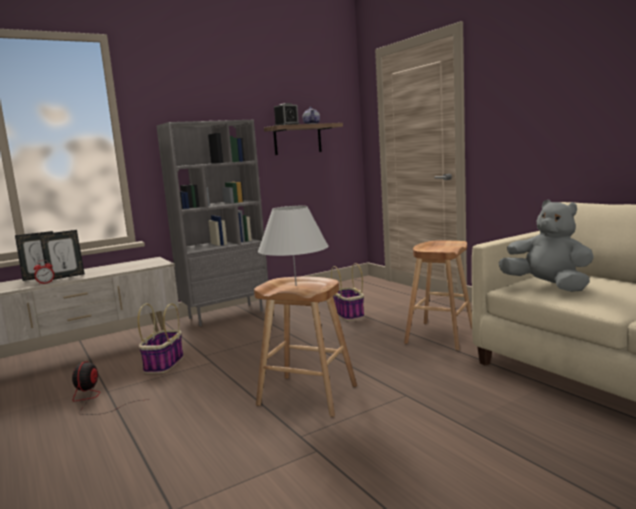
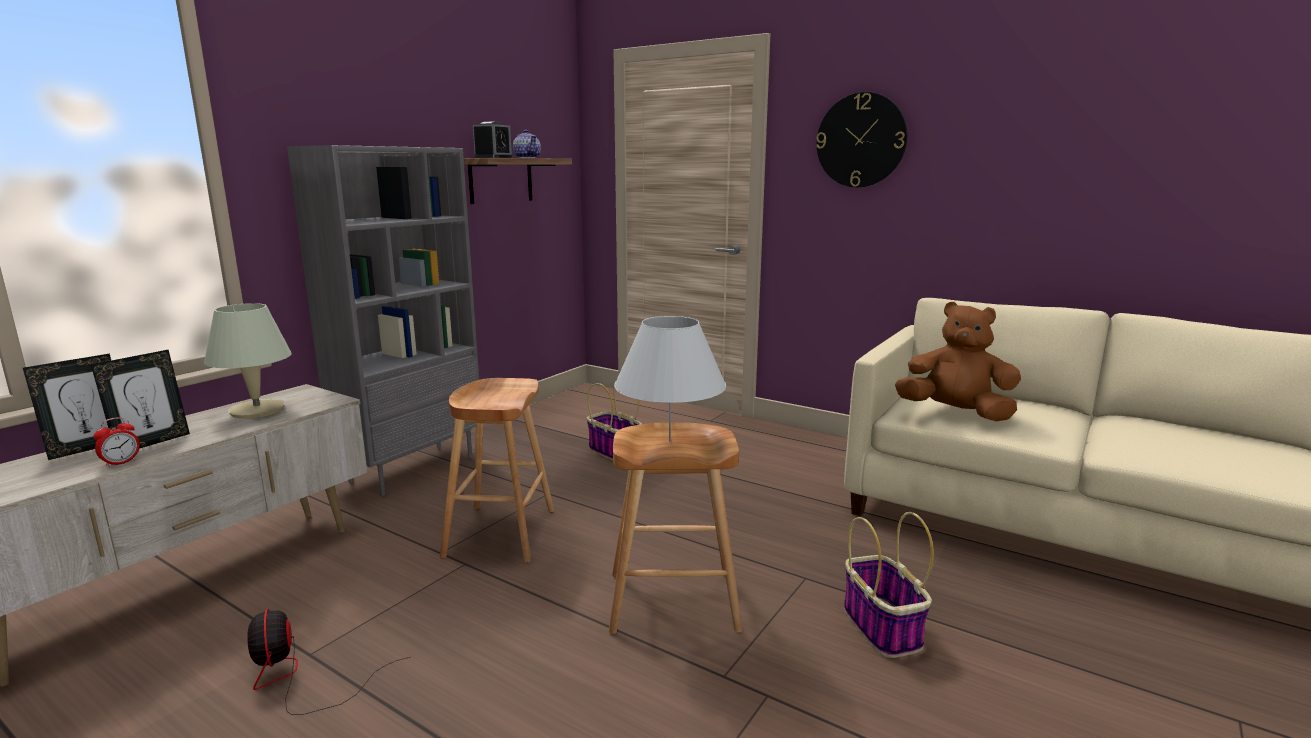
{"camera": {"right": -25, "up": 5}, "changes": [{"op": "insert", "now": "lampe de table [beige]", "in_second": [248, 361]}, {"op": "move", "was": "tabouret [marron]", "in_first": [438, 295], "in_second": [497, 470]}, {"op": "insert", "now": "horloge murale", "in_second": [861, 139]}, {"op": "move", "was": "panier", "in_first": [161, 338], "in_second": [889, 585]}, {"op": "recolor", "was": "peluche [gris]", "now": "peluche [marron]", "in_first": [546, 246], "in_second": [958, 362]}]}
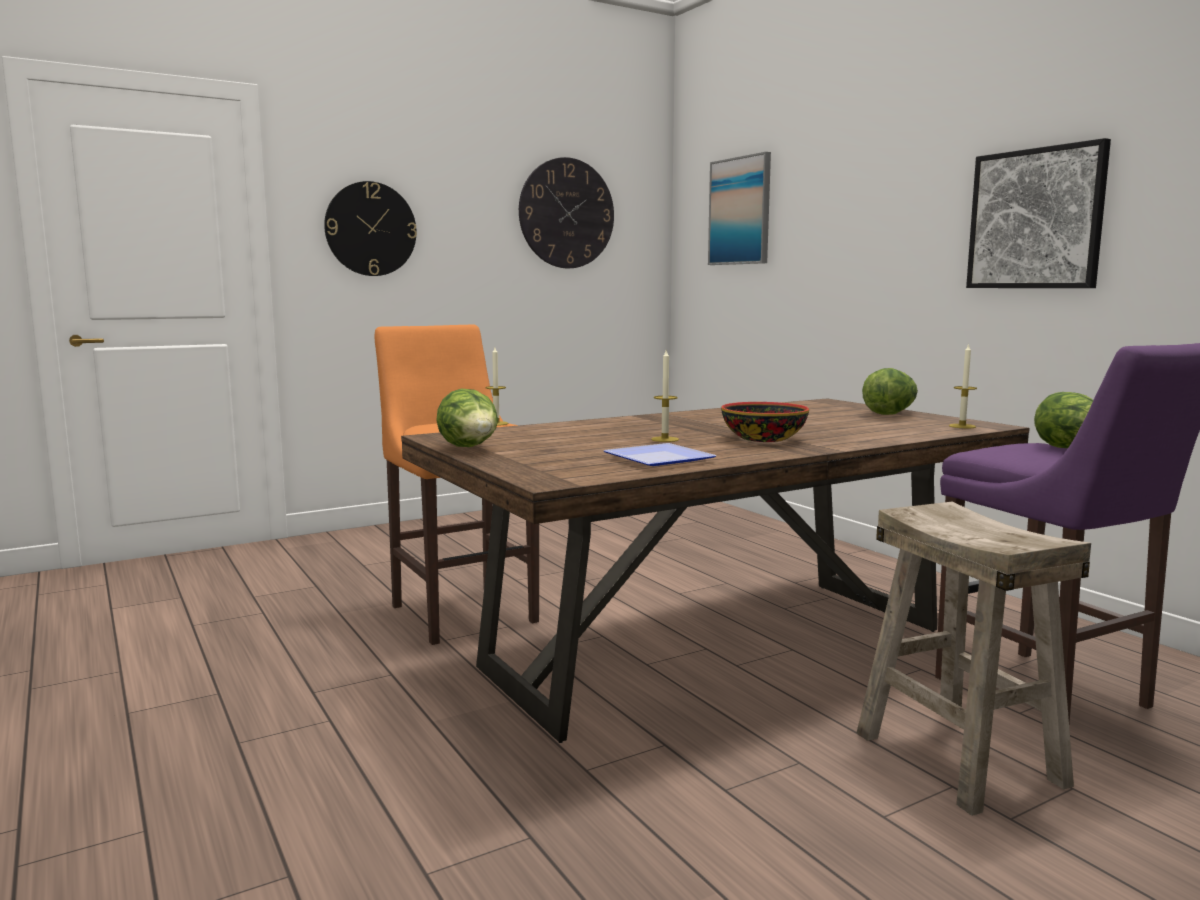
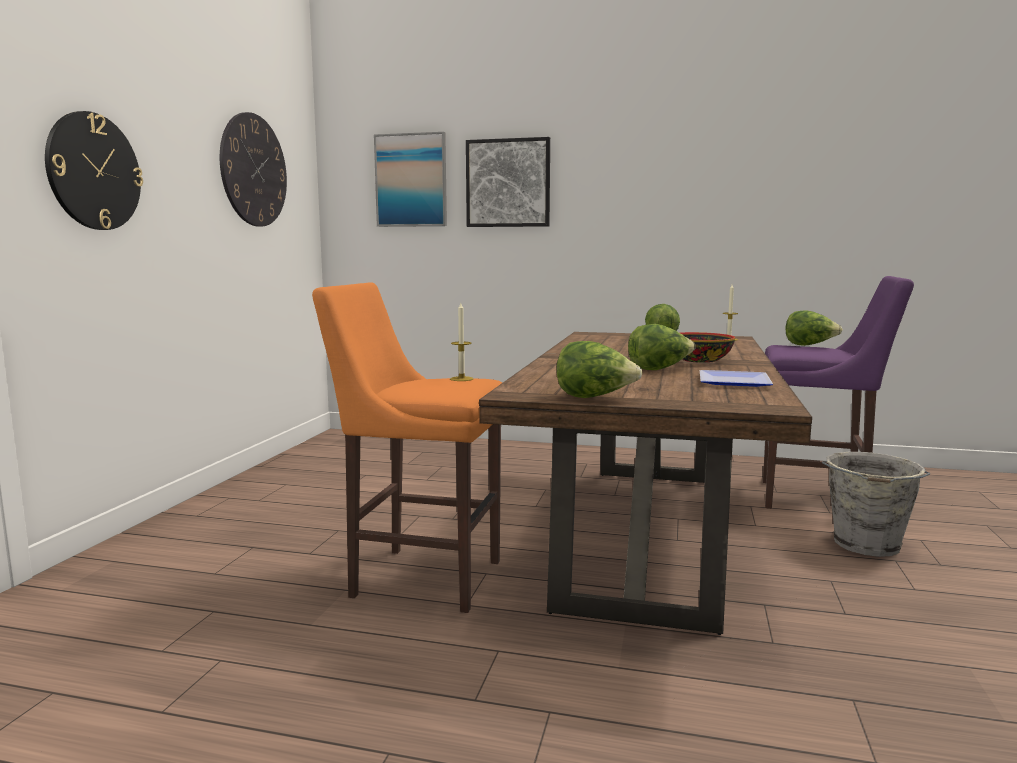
{"camera": {"right": -45, "up": 0}, "changes": [{"op": "move", "was": "tableau", "in_first": [1038, 213], "in_second": [508, 182]}, {"op": "replace", "was": "bougie", "now": "laitue", "in_first": [665, 396], "in_second": [662, 347]}, {"op": "replace", "was": "tabouret [beige]", "now": "seau [gris]", "in_first": [974, 658], "in_second": [876, 504]}]}
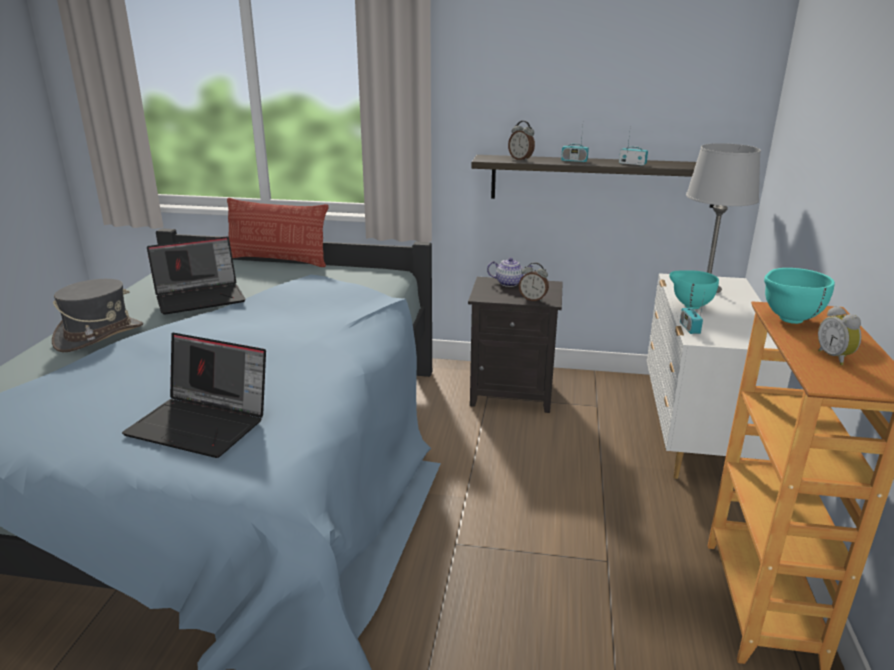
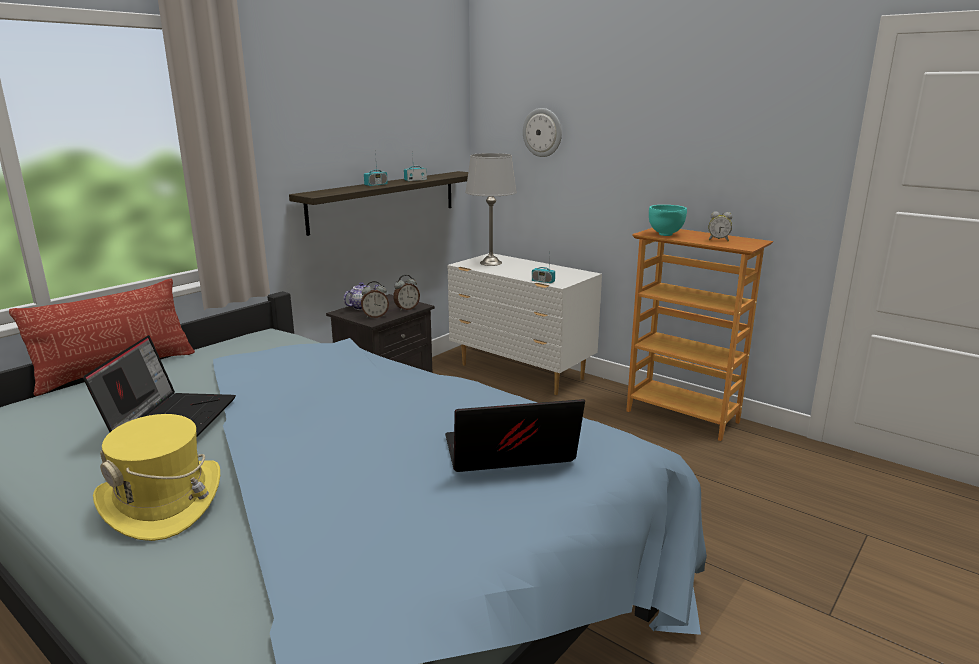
{"camera": {"right": -60, "up": -5}, "changes": [{"op": "recolor", "was": "chapeau [gris]", "now": "chapeau [jaune]", "in_first": [97, 315], "in_second": [156, 477]}, {"op": "move", "was": "réveil", "in_first": [521, 141], "in_second": [375, 299]}, {"op": "rotate", "was": "ordinateur portable", "in_first": [194, 395], "in_second": [515, 435], "clockwise": -150}, {"op": "insert", "now": "horloge murale", "in_second": [542, 132]}, {"op": "delete", "was": "bol [turquoise]", "in_first": [694, 289]}]}
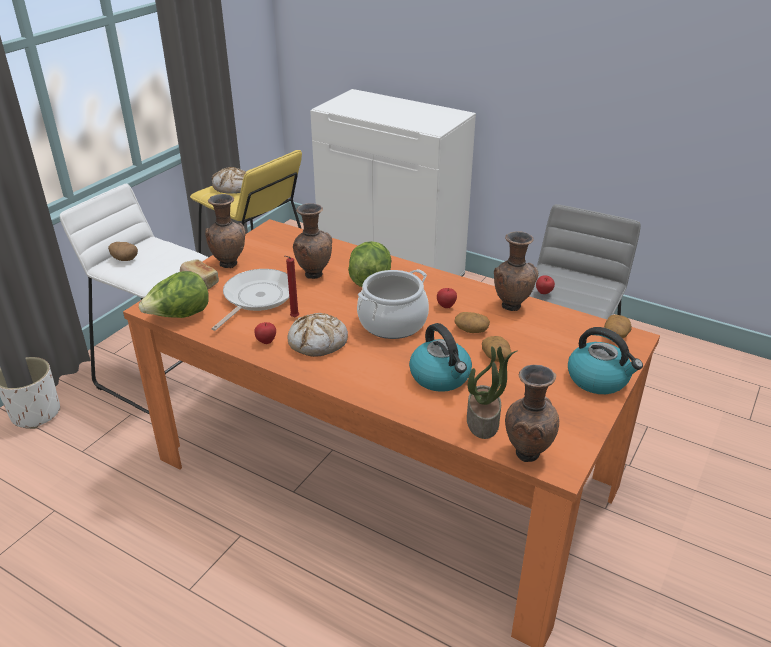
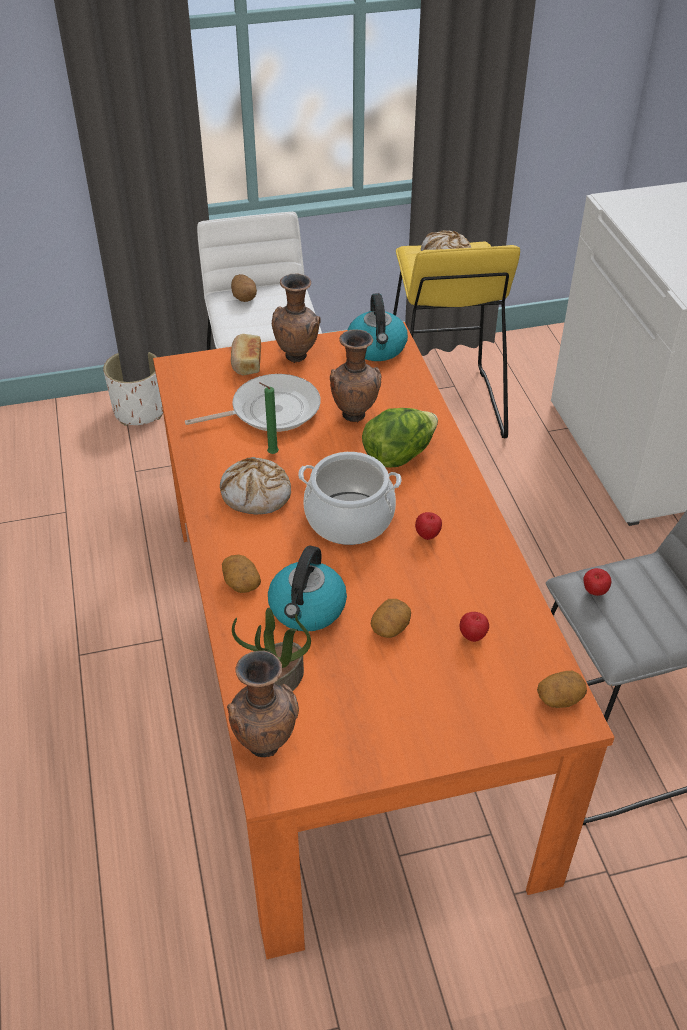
{"camera": {"right": 45, "up": 10}, "changes": [{"op": "move", "was": "pomme de terre", "in_first": [472, 322], "in_second": [241, 574]}, {"op": "recolor", "was": "bougie [rouge]", "now": "bougie [vert]", "in_first": [292, 286], "in_second": [269, 418]}, {"op": "move", "was": "bouilloire", "in_first": [605, 360], "in_second": [377, 327]}, {"op": "move", "was": "pomme", "in_first": [265, 333], "in_second": [474, 627]}, {"op": "delete", "was": "laitue", "in_first": [174, 294]}, {"op": "delete", "was": "vase [marron]", "in_first": [516, 271]}]}
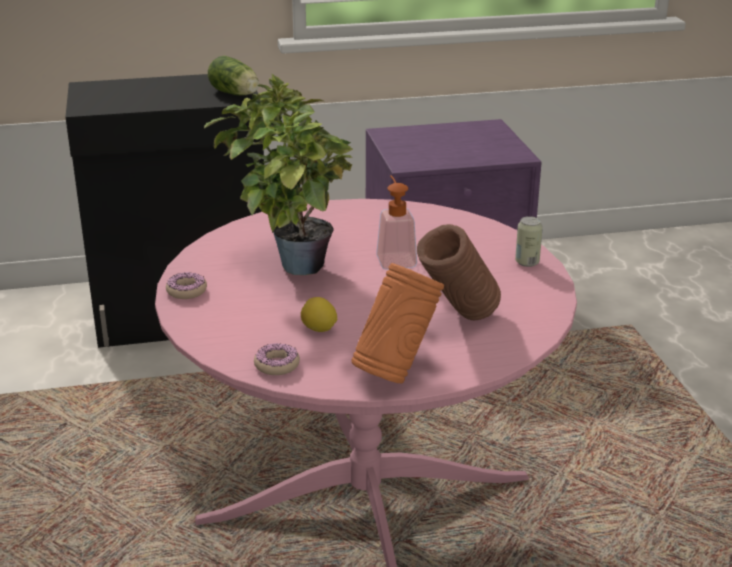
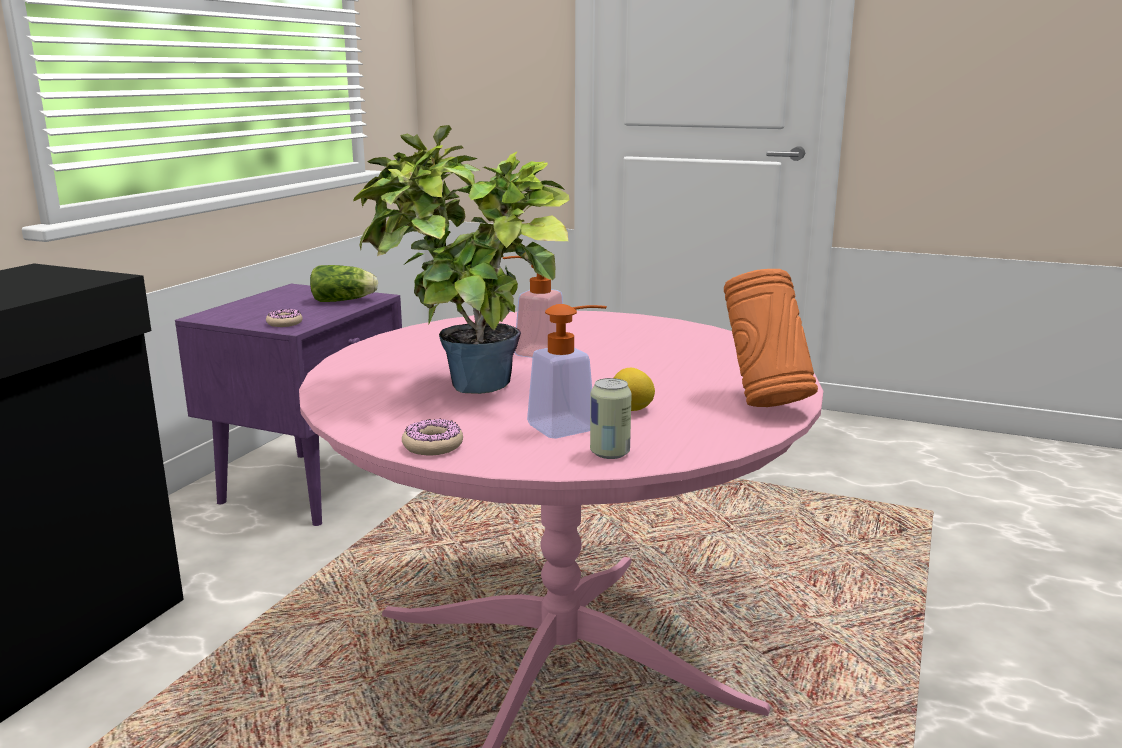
{"camera": {"right": -55, "up": -10}, "changes": [{"op": "move", "was": "beignet", "in_first": [277, 359], "in_second": [284, 318]}, {"op": "move", "was": "laitue", "in_first": [233, 75], "in_second": [344, 283]}, {"op": "insert", "now": "distributeur de savon", "in_second": [567, 371]}, {"op": "move", "was": "boîte métallique", "in_first": [529, 241], "in_second": [611, 418]}, {"op": "delete", "was": "vase [marron]", "in_first": [459, 272]}]}
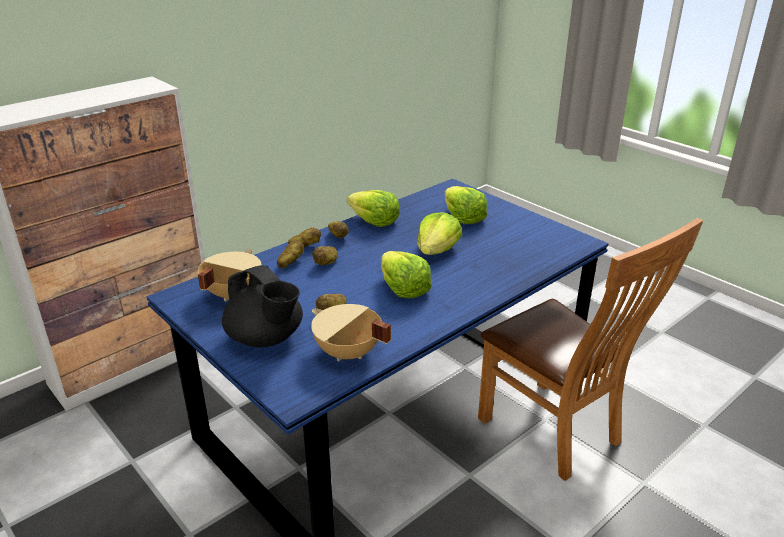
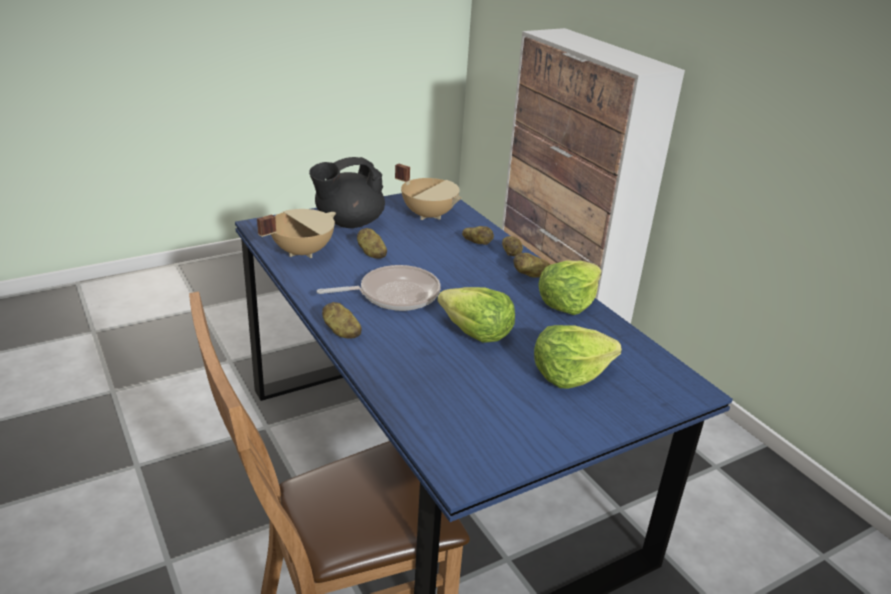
{"camera": {"right": 100, "up": 0}, "changes": [{"op": "replace", "was": "laitue", "now": "poêle", "in_first": [406, 274], "in_second": [378, 288]}, {"op": "move", "was": "pomme de terre", "in_first": [324, 255], "in_second": [342, 320]}]}
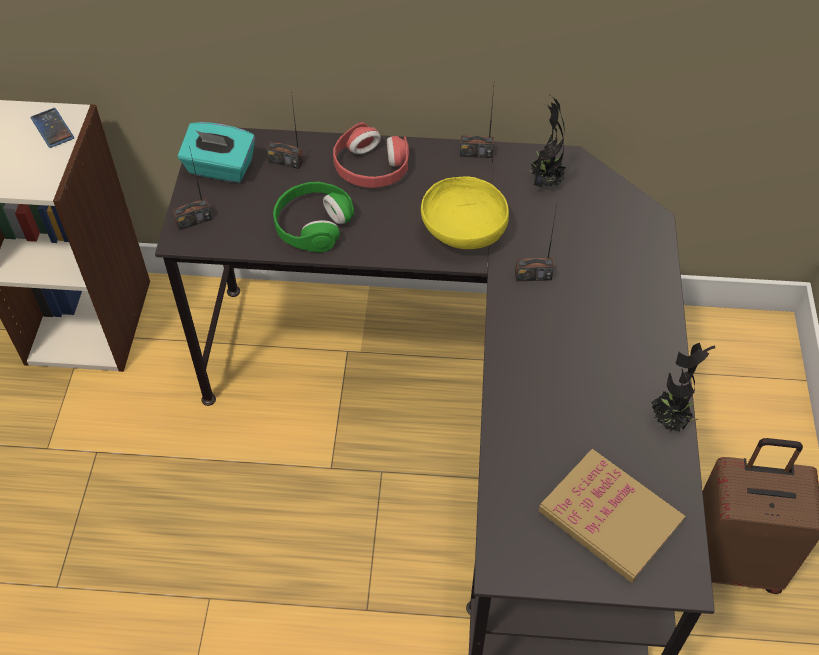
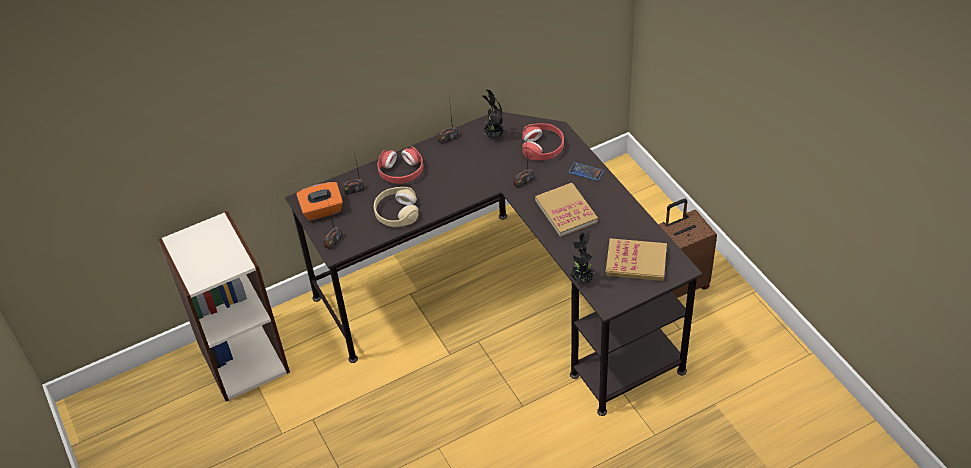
{"camera": {"right": -30, "up": -5}, "changes": [{"op": "recolor", "was": "boîte à mouchoirs [turquoise]", "now": "boîte à mouchoirs [orange]", "in_first": [216, 152], "in_second": [319, 201]}, {"op": "recolor", "was": "casque audio [vert]", "now": "casque audio [beige]", "in_first": [313, 217], "in_second": [396, 207]}, {"op": "insert", "now": "casque audio [rouge]", "in_second": [543, 141]}, {"op": "insert", "now": "livre", "in_second": [566, 210]}, {"op": "move", "was": "téléphone", "in_first": [52, 128], "in_second": [586, 171]}, {"op": "move", "was": "plante en pot", "in_first": [683, 387], "in_second": [583, 258]}, {"op": "delete", "was": "bol [jaune]", "in_first": [465, 212]}]}
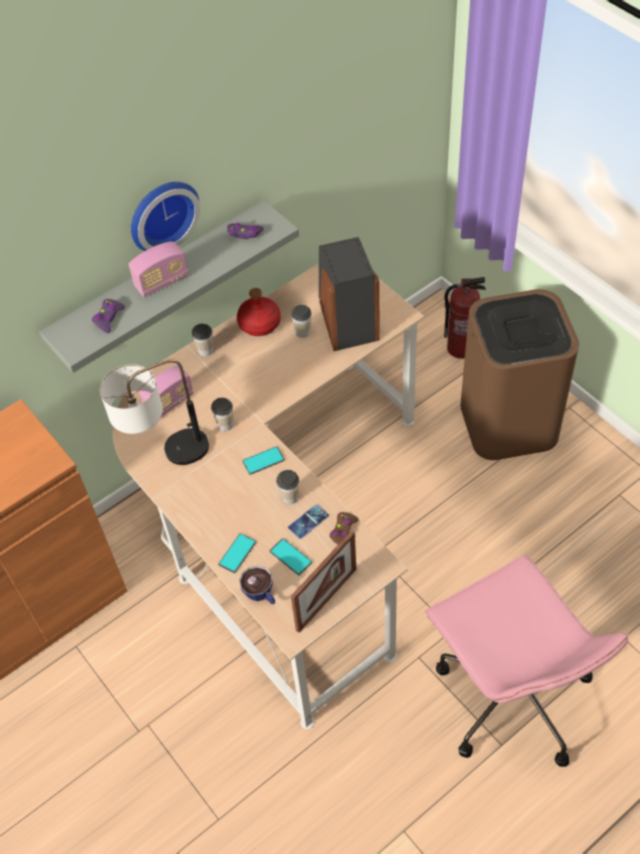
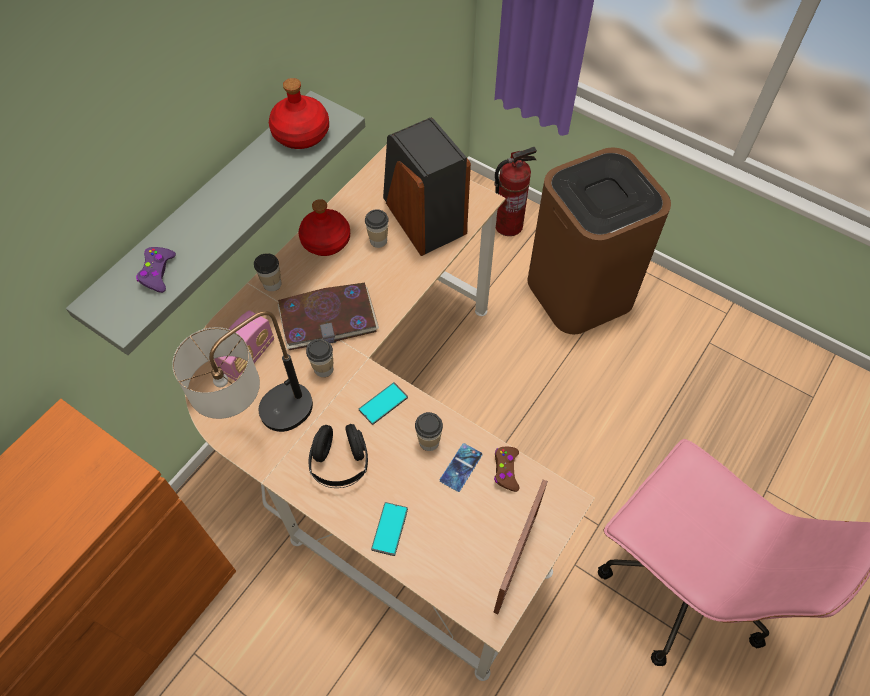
{"camera": {"right": -20, "up": 5}, "changes": [{"op": "replace", "was": "manette [violet]", "now": "bouteille [rouge]", "in_first": [245, 231], "in_second": [299, 113]}, {"op": "insert", "now": "livre", "in_second": [328, 316]}, {"op": "insert", "now": "casque audio [noir]", "in_second": [338, 456]}, {"op": "delete", "was": "radio", "in_first": [158, 269]}, {"op": "delete", "was": "horloge murale", "in_first": [165, 216]}, {"op": "delete", "was": "tasse", "in_first": [257, 585]}, {"op": "delete", "was": "téléphone", "in_first": [290, 556]}]}
